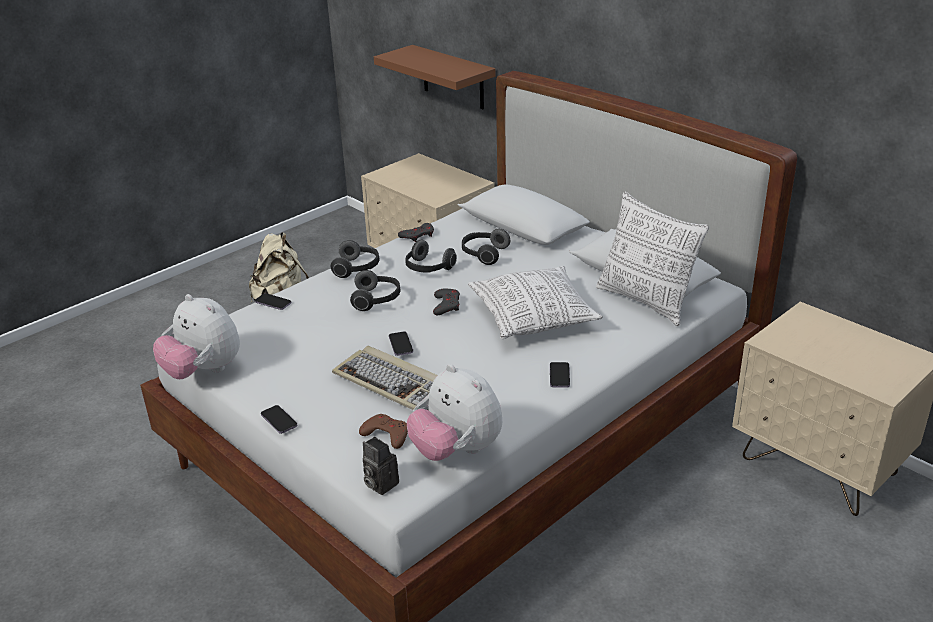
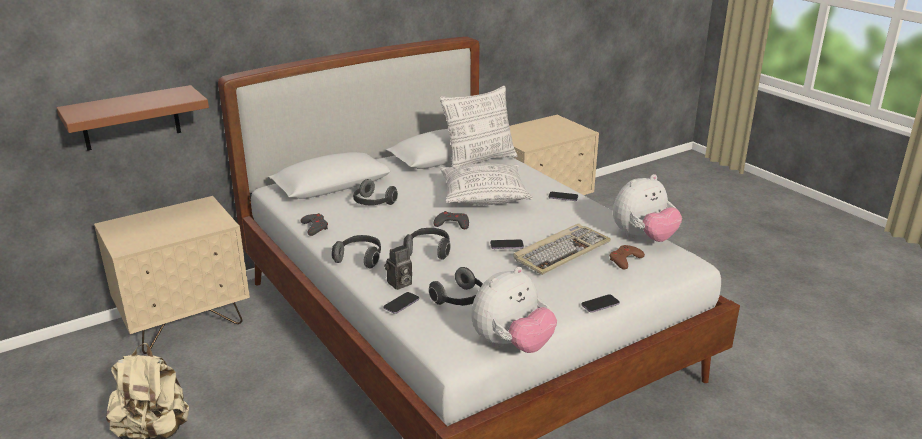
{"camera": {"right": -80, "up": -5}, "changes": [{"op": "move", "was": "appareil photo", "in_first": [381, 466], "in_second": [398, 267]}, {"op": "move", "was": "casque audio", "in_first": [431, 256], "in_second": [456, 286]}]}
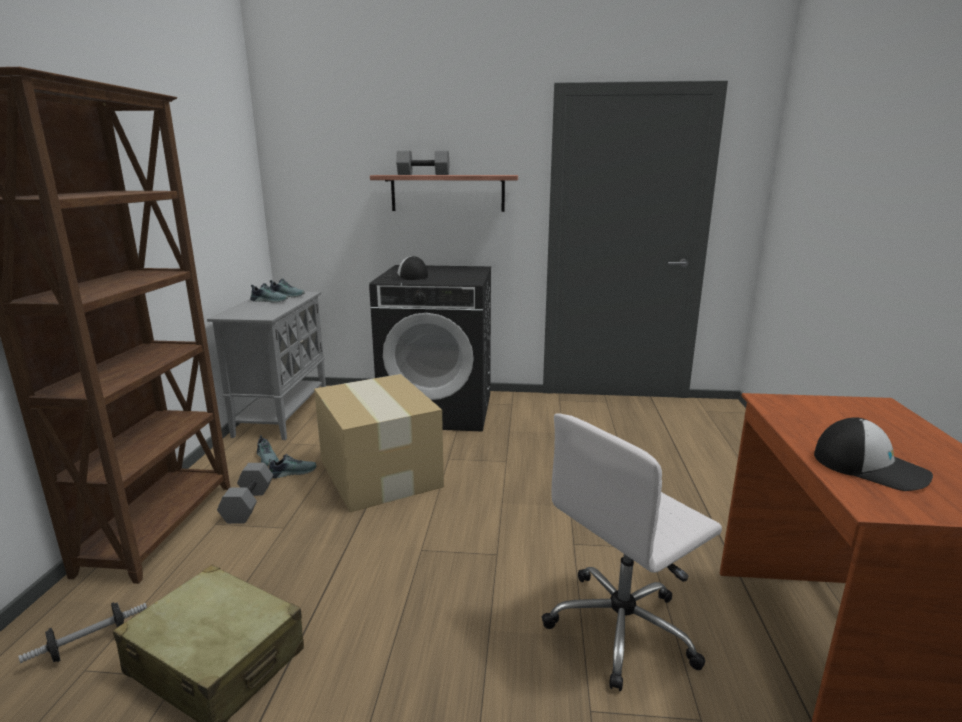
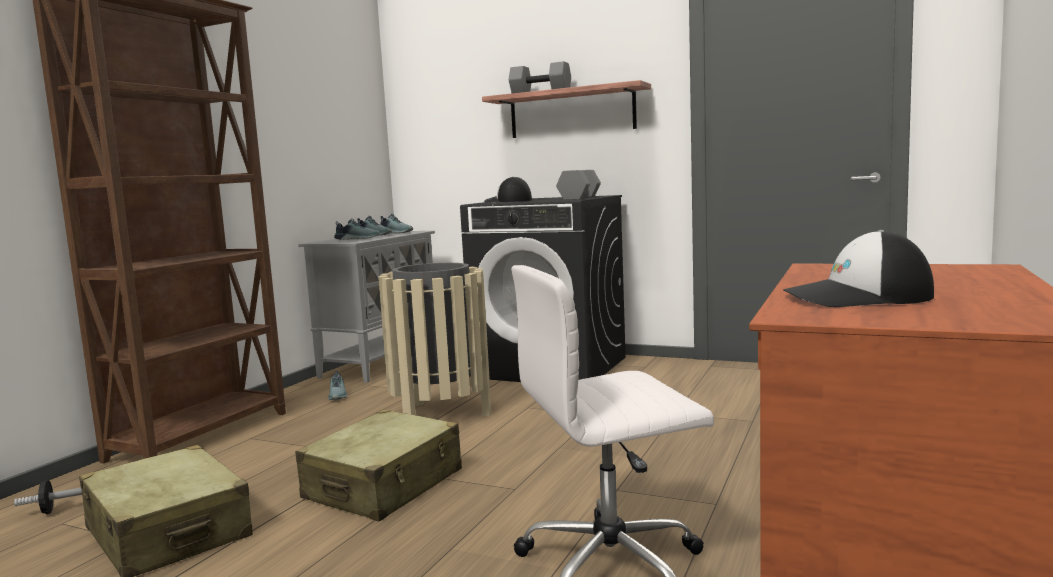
{"camera": {"right": 20, "up": -10}, "changes": [{"op": "insert", "now": "valise [beige]", "in_second": [379, 465]}, {"op": "move", "was": "chaussure", "in_first": [292, 466], "in_second": [357, 229]}, {"op": "replace", "was": "carton", "now": "poubelle [beige]", "in_first": [379, 443], "in_second": [434, 339]}, {"op": "move", "was": "haltère [gris]", "in_first": [245, 493], "in_second": [578, 185]}, {"op": "rotate", "was": "casquette", "in_first": [873, 454], "in_second": [858, 268], "clockwise": 120}]}
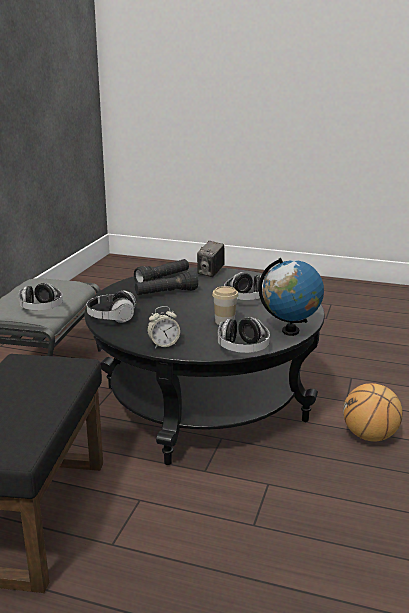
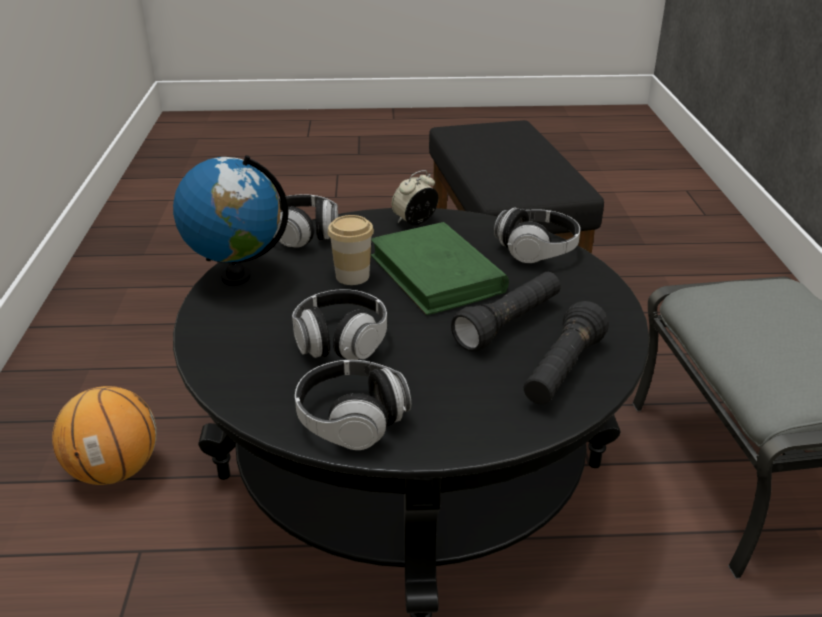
{"camera": {"right": 160, "up": 10}, "changes": [{"op": "move", "was": "casque audio", "in_first": [40, 296], "in_second": [353, 405]}, {"op": "insert", "now": "livre [vert]", "in_second": [440, 268]}, {"op": "delete", "was": "appareil photo", "in_first": [210, 259]}]}
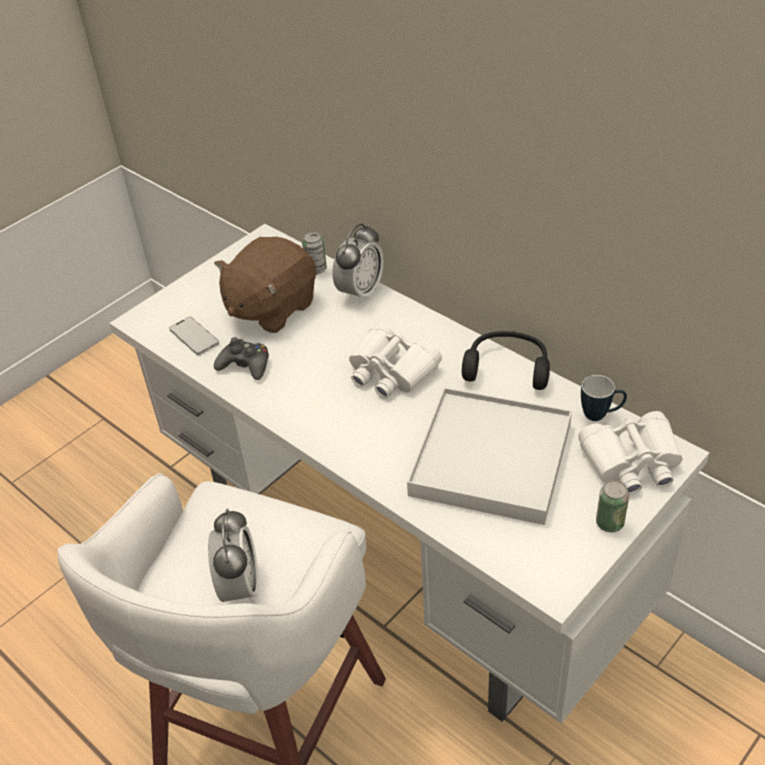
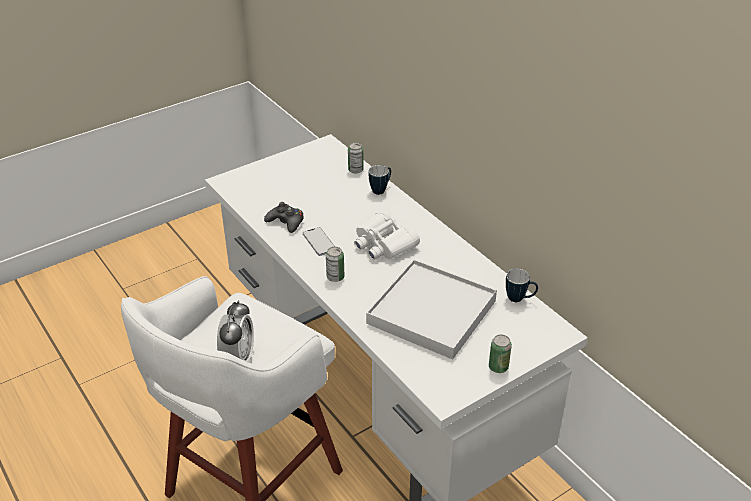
{"camera": {"right": 10, "up": -5}, "changes": [{"op": "move", "was": "téléphone", "in_first": [194, 336], "in_second": [319, 241]}, {"op": "insert", "now": "boîte métallique", "in_second": [335, 264]}, {"op": "replace", "was": "réveil", "now": "mug", "in_first": [358, 264], "in_second": [380, 180]}, {"op": "delete", "was": "peluche [marron]", "in_first": [265, 285]}, {"op": "delete", "was": "casque audio [noir]", "in_first": [506, 360]}, {"op": "delete", "was": "jumelles [blanc]", "in_first": [630, 453]}]}
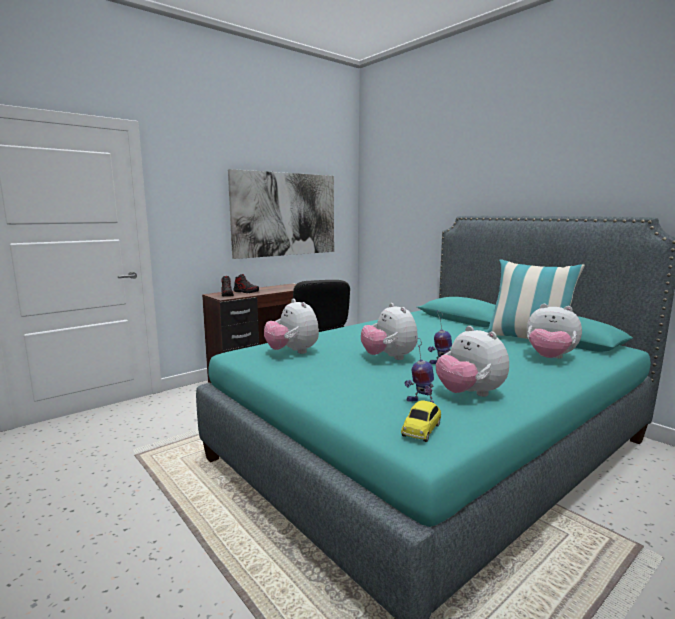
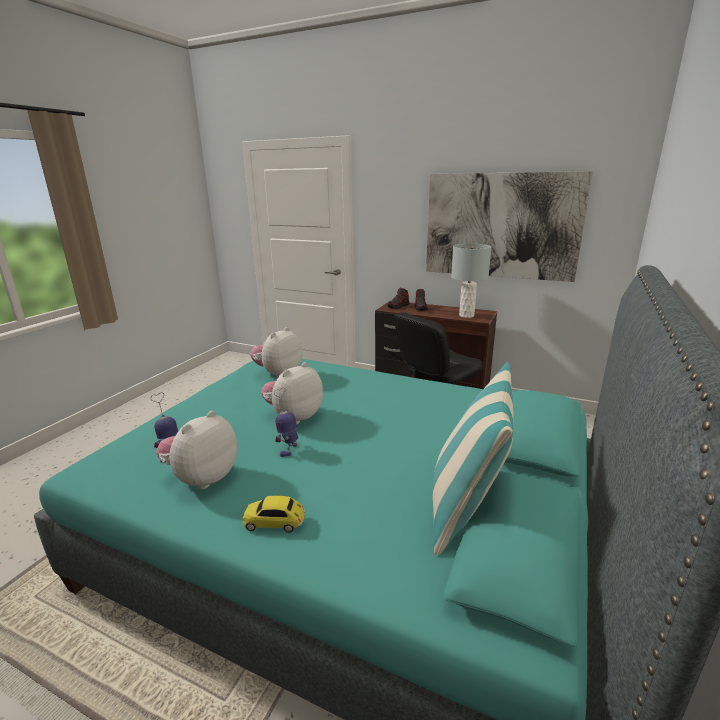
{"camera": {"right": 65, "up": 10}, "changes": [{"op": "move", "was": "petite voiture", "in_first": [421, 421], "in_second": [274, 514]}, {"op": "insert", "now": "lampe de table [gris]", "in_second": [471, 281]}, {"op": "delete", "was": "peluche", "in_first": [554, 331]}]}
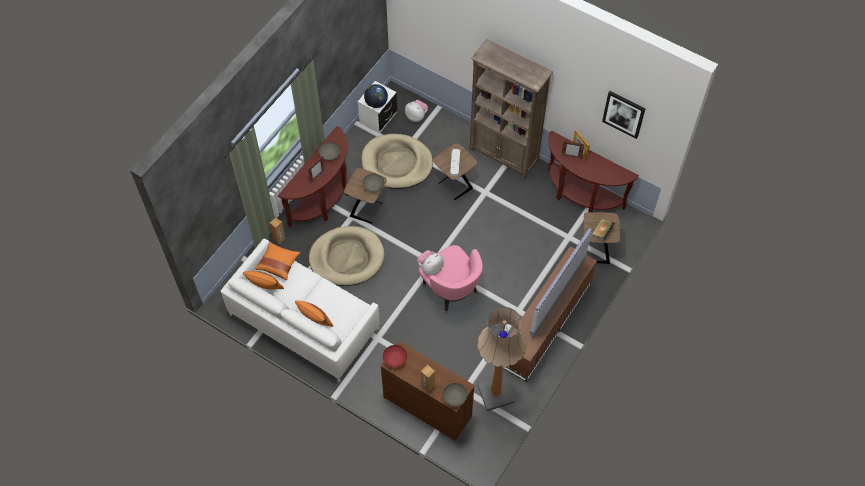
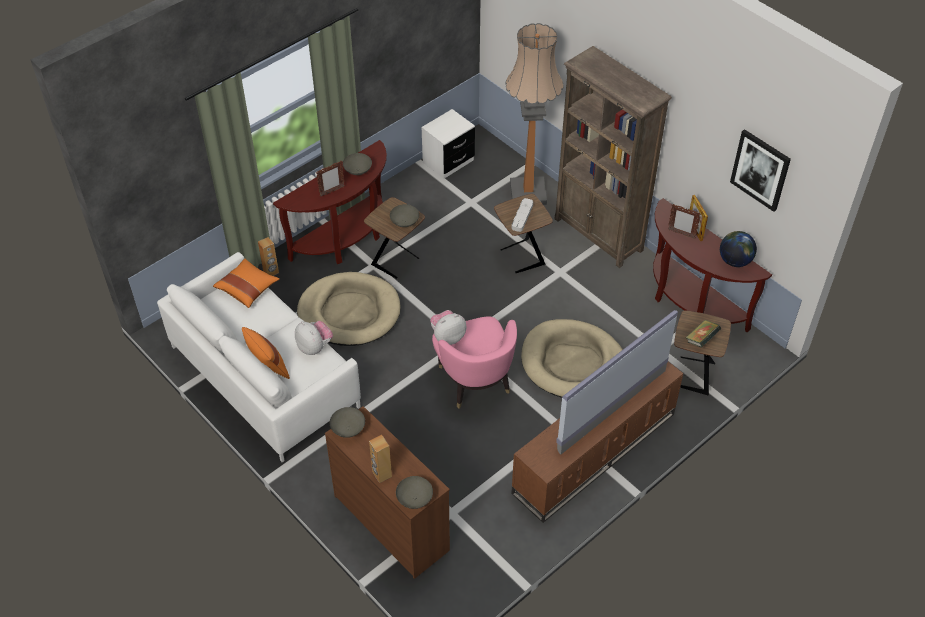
{"camera": {"right": 15, "up": -10}, "changes": [{"op": "move", "was": "peluche", "in_first": [416, 111], "in_second": [314, 338]}, {"op": "recolor", "was": "bol [rouge]", "now": "bol [gris]", "in_first": [395, 356], "in_second": [347, 422]}, {"op": "move", "was": "lampadaire", "in_first": [501, 359], "in_second": [534, 114]}, {"op": "move", "was": "panier pour chien [beige]", "in_first": [397, 161], "in_second": [572, 358]}, {"op": "move", "was": "globe", "in_first": [376, 96], "in_second": [738, 249]}, {"op": "delete", "was": "coussin [orange]", "in_first": [263, 280]}]}
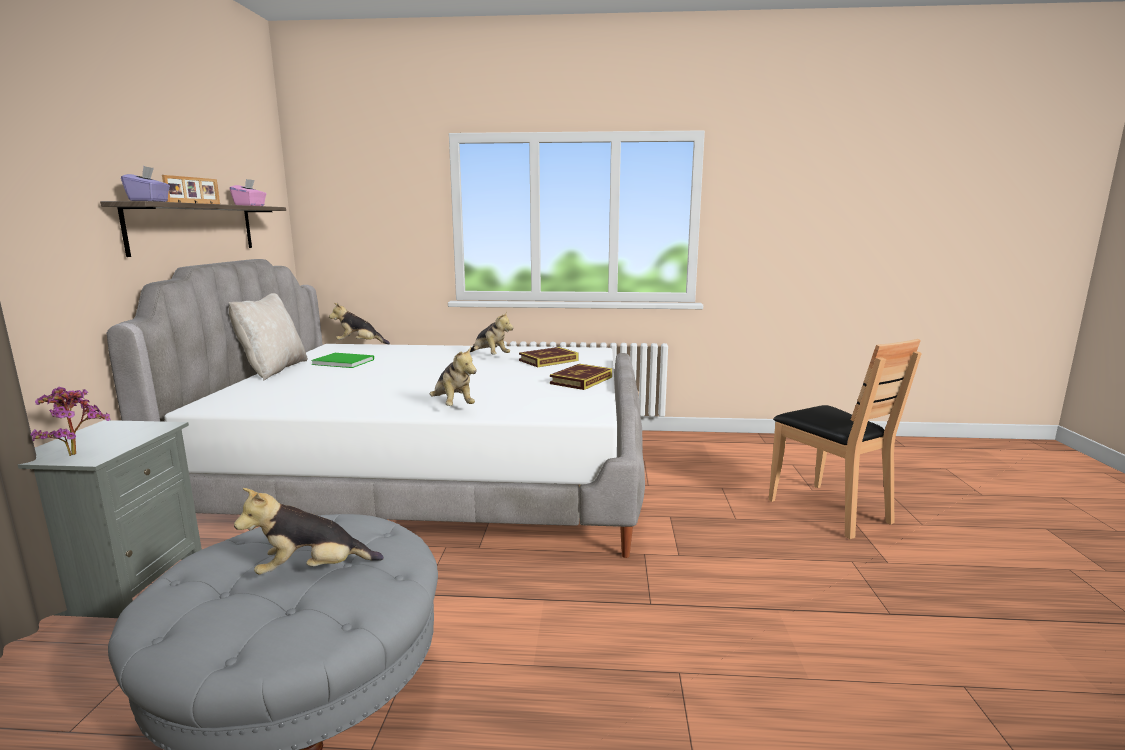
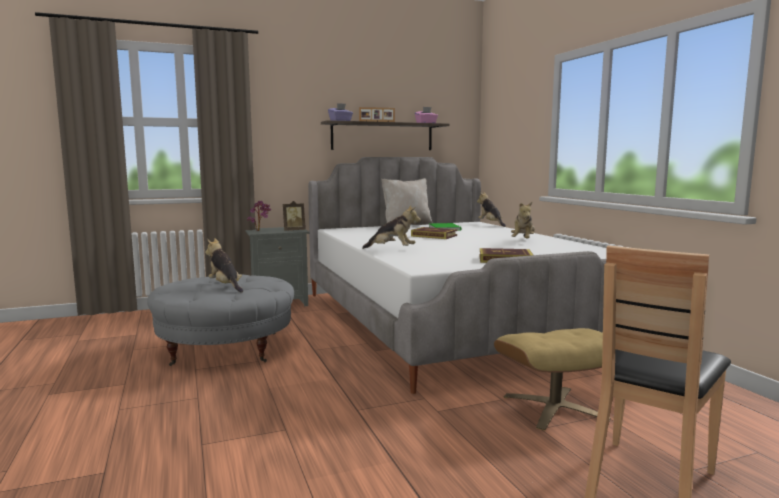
{"camera": {"right": 65, "up": -5}, "changes": [{"op": "insert", "now": "cadre photo", "in_second": [294, 216]}, {"op": "rotate", "was": "peluche", "in_first": [453, 376], "in_second": [391, 227], "clockwise": -105}, {"op": "move", "was": "livre", "in_first": [549, 357], "in_second": [434, 233]}, {"op": "insert", "now": "pouf [beige]", "in_second": [552, 379]}]}
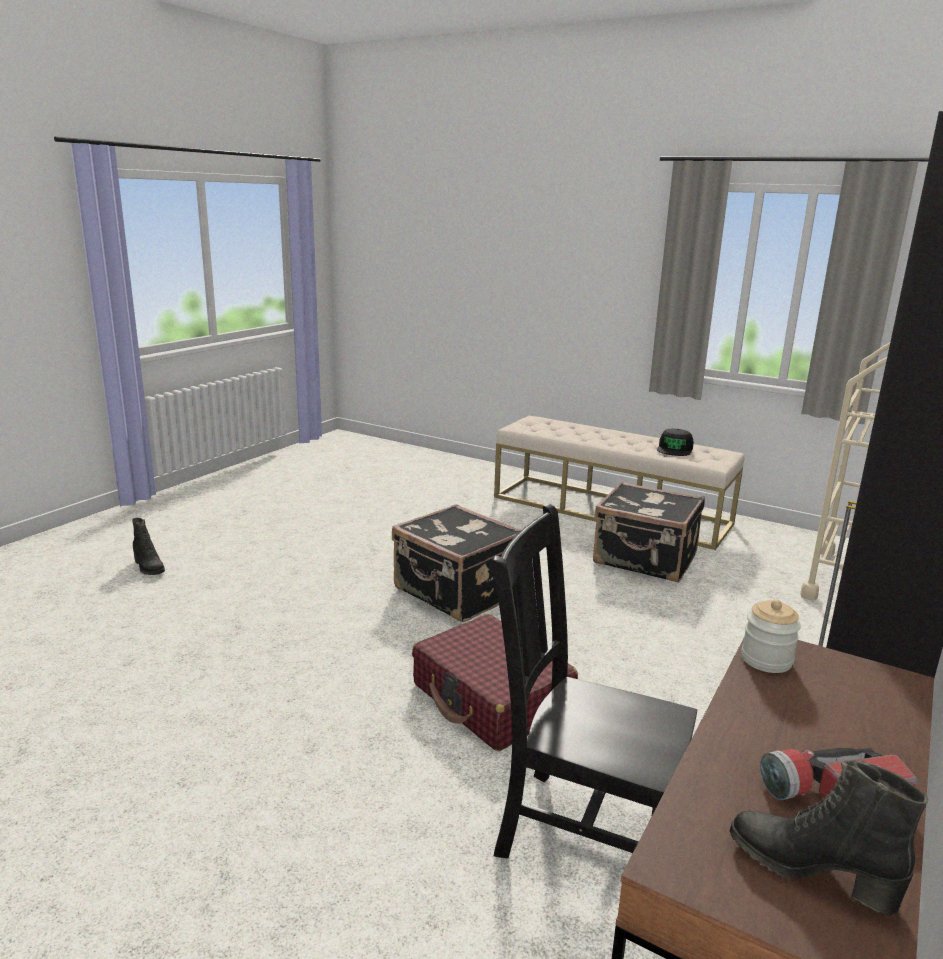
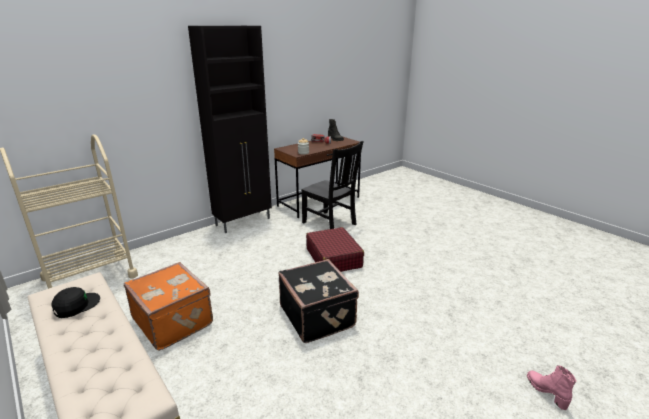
{"camera": {"right": -160, "up": 5}, "changes": [{"op": "recolor", "was": "valise [noir]", "now": "valise [orange]", "in_first": [649, 532], "in_second": [168, 306]}, {"op": "recolor", "was": "botte [noir]", "now": "botte [rose]", "in_first": [148, 546], "in_second": [551, 387]}]}
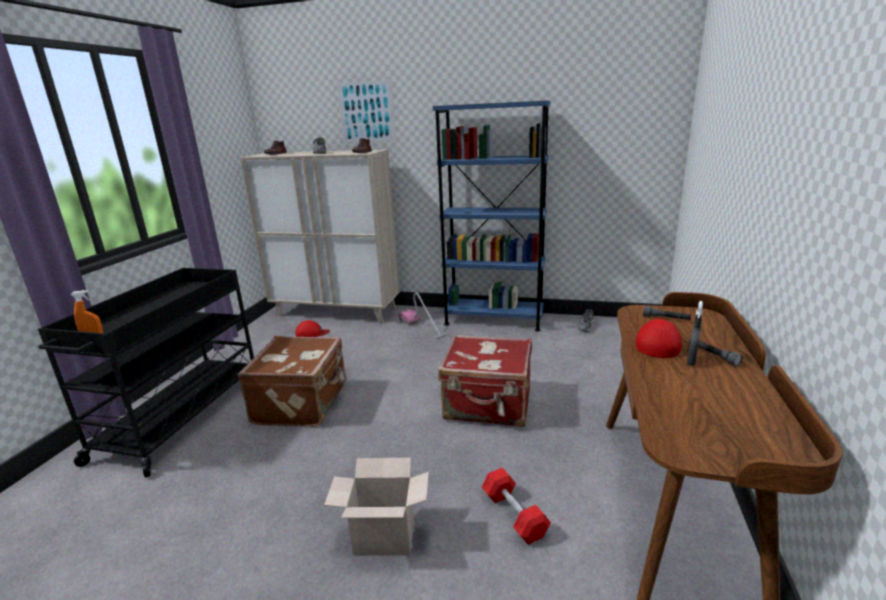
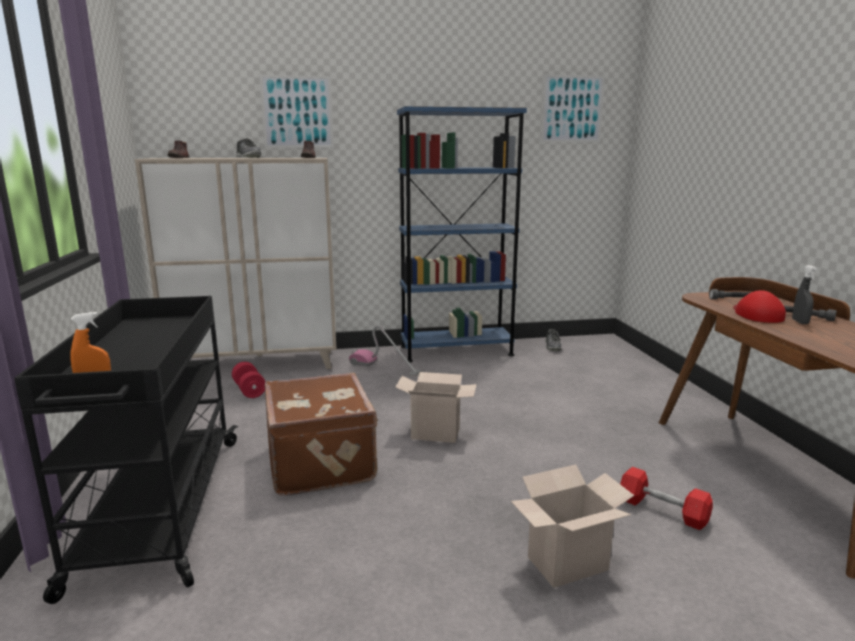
{"camera": {"right": -25, "up": -5}, "changes": [{"op": "replace", "was": "casquette [rouge]", "now": "haltère [rouge]", "in_first": [312, 328], "in_second": [249, 380]}, {"op": "insert", "now": "carton", "in_second": [436, 407]}, {"op": "insert", "now": "tableau", "in_second": [573, 108]}, {"op": "delete", "was": "valise [rouge]", "in_first": [485, 380]}]}
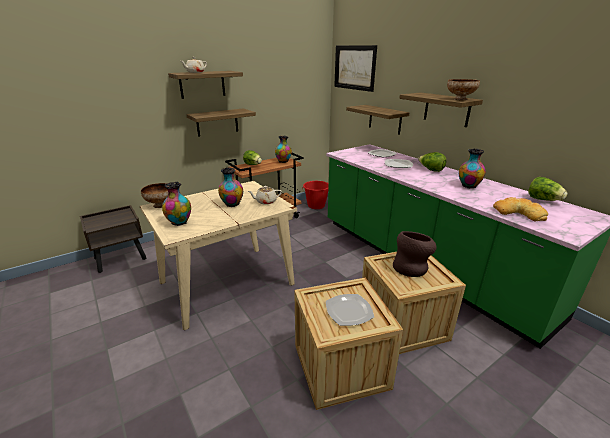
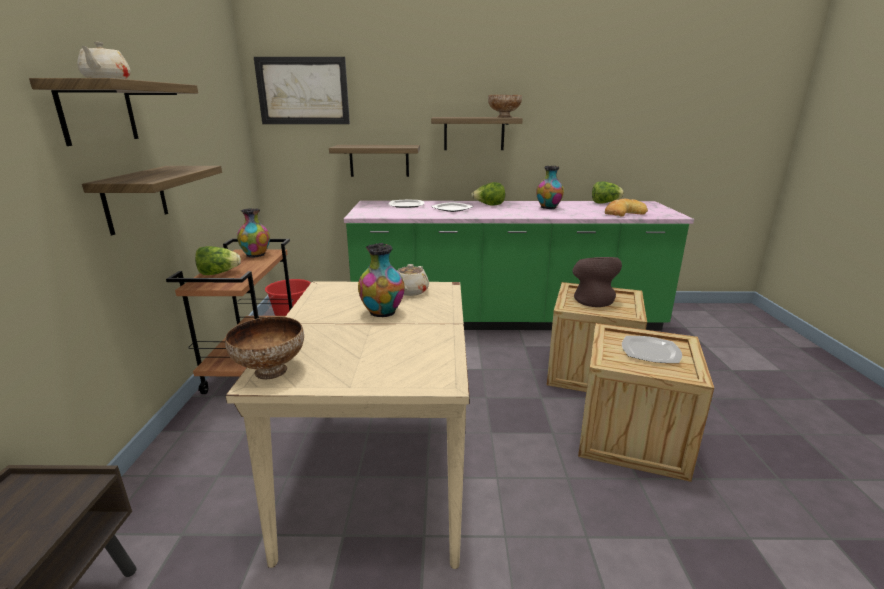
{"camera": {"right": -55, "up": -5}, "changes": [{"op": "delete", "was": "vase", "in_first": [176, 204]}]}
